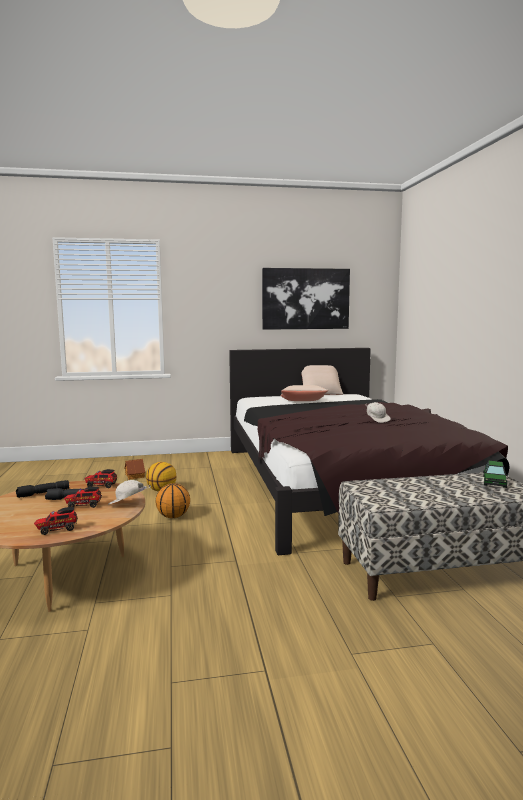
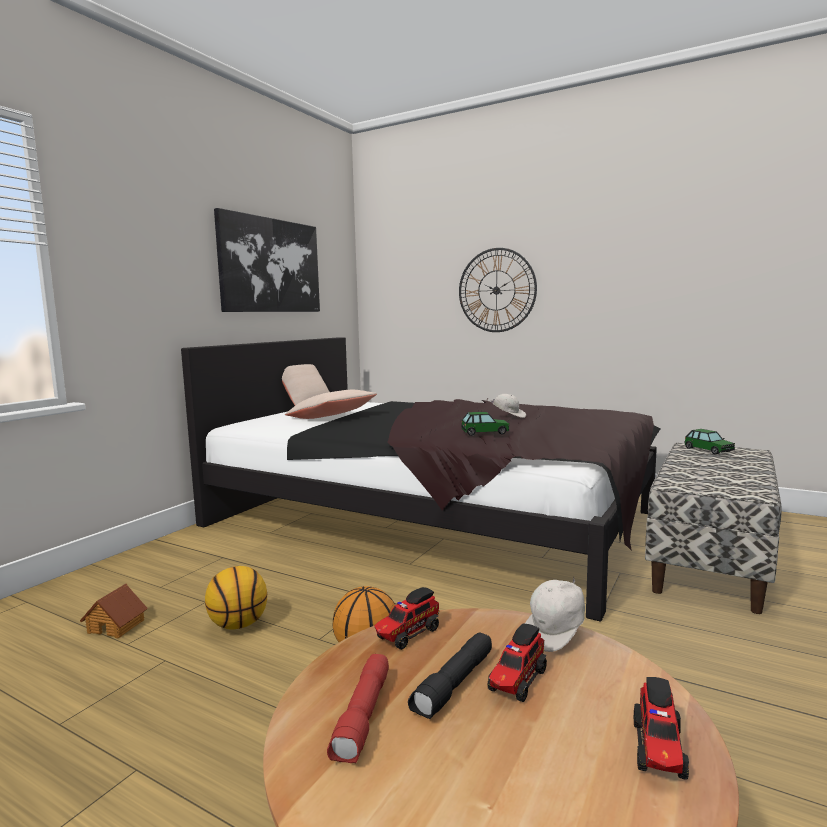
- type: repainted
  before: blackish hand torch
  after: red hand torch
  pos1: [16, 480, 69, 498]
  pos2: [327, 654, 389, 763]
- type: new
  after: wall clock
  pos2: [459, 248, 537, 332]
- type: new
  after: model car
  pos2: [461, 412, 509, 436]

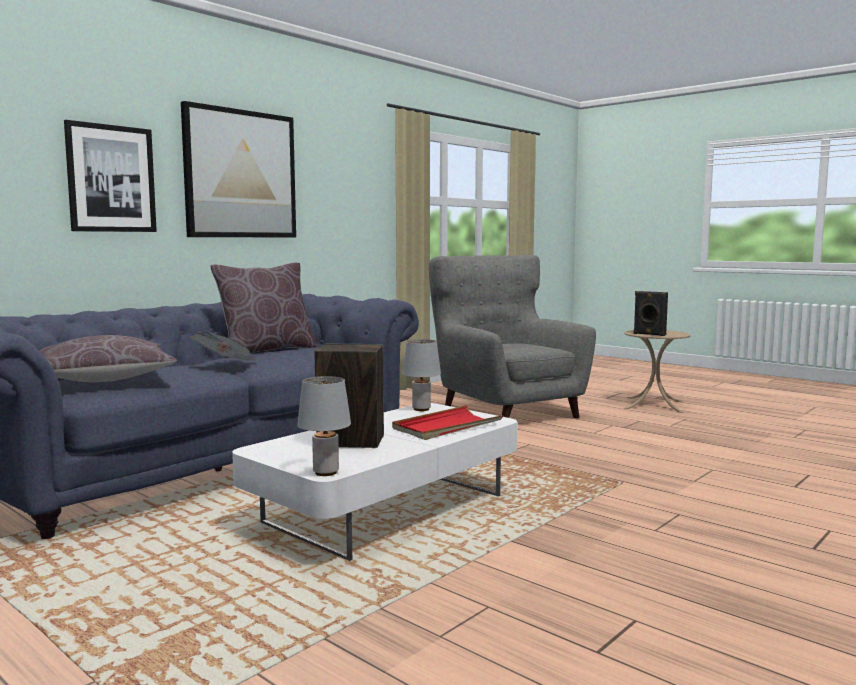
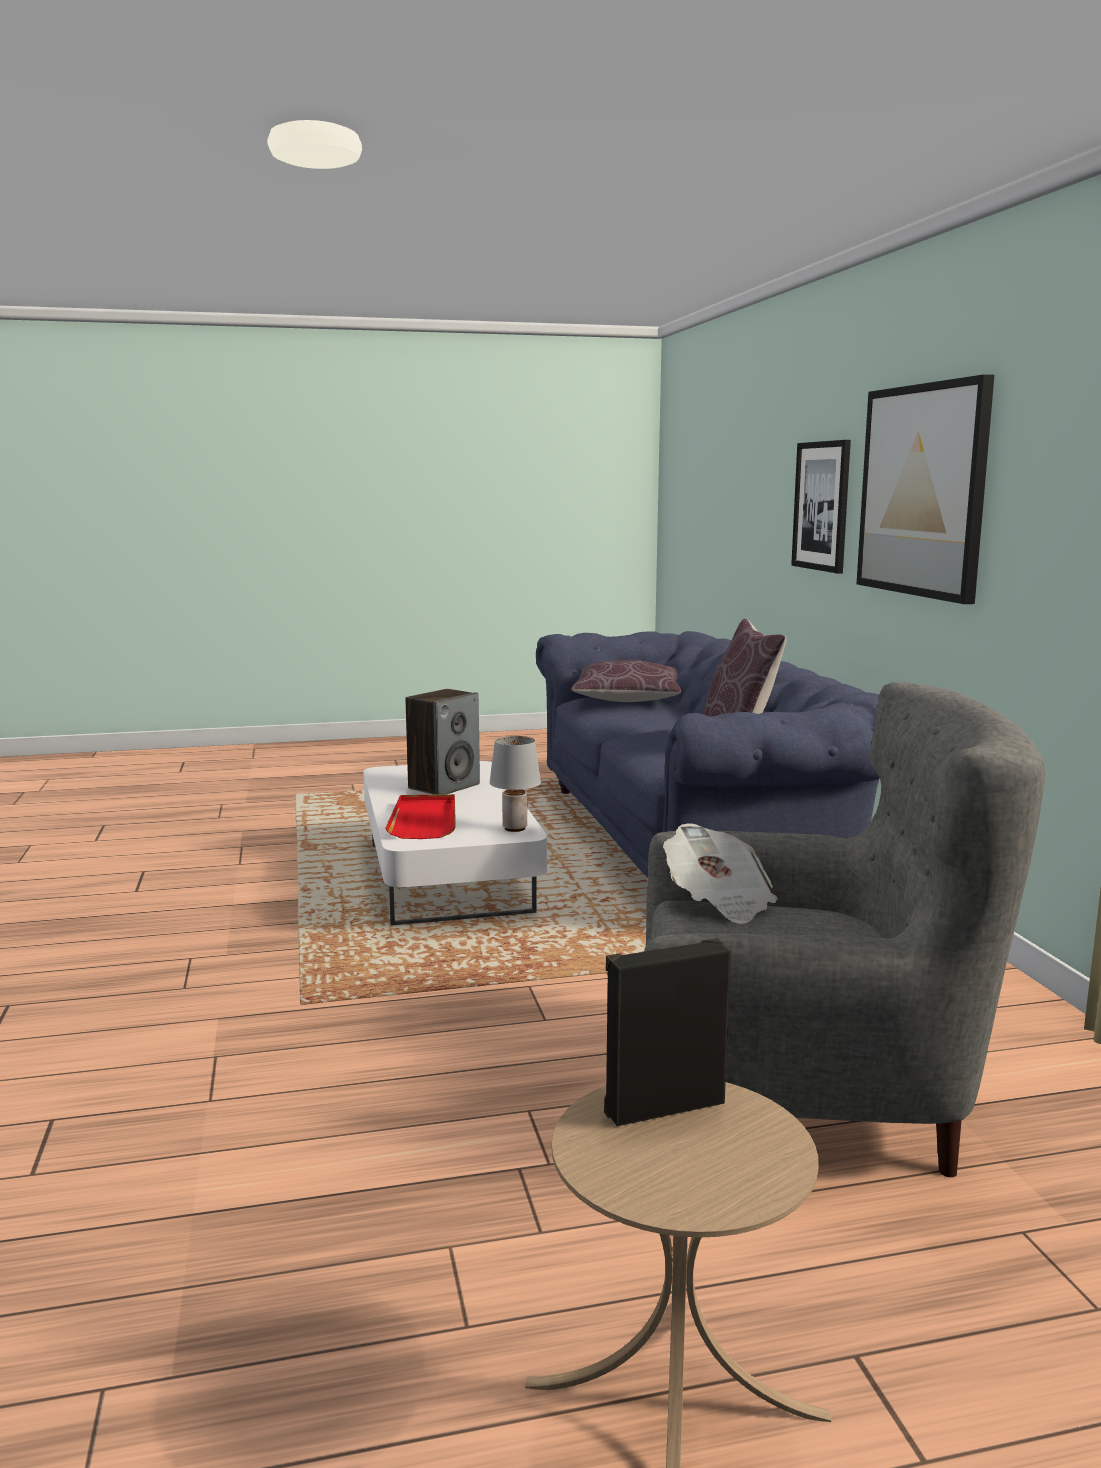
- type: shifted
  before: daily paper
  pos1: [190, 332, 257, 361]
  pos2: [663, 824, 778, 924]
- type: gone
  before: grey table lamp
  pos1: [297, 376, 351, 476]

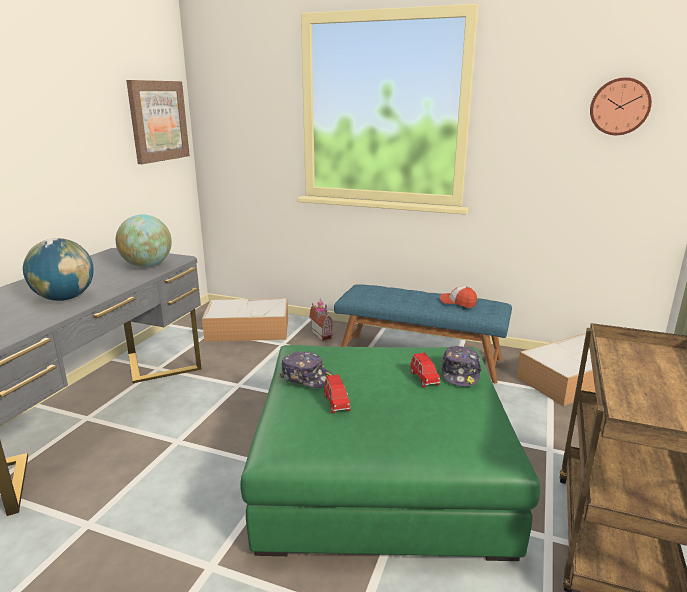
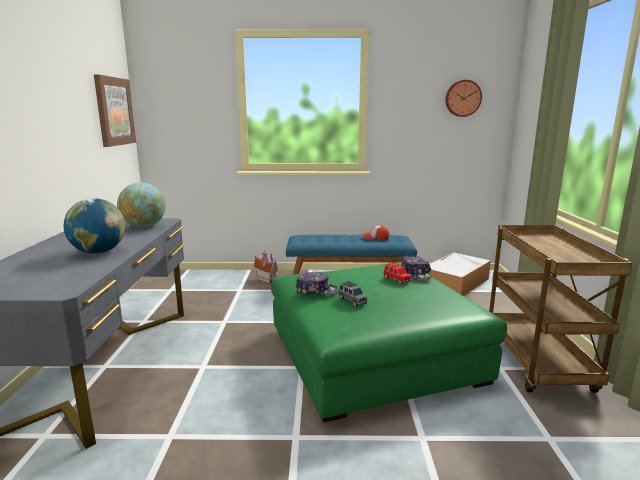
- type: repainted
  before: red model car
  after: grey model car
  pos1: [324, 374, 351, 413]
  pos2: [339, 281, 368, 307]
- type: gone
  before: storage box
  pos1: [202, 298, 288, 342]

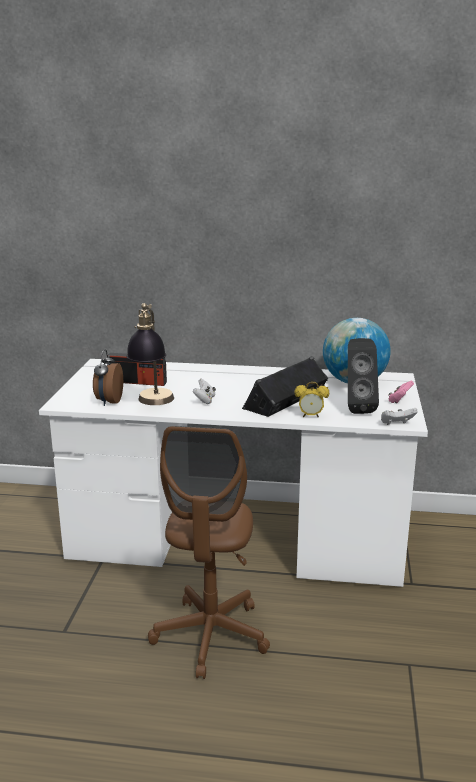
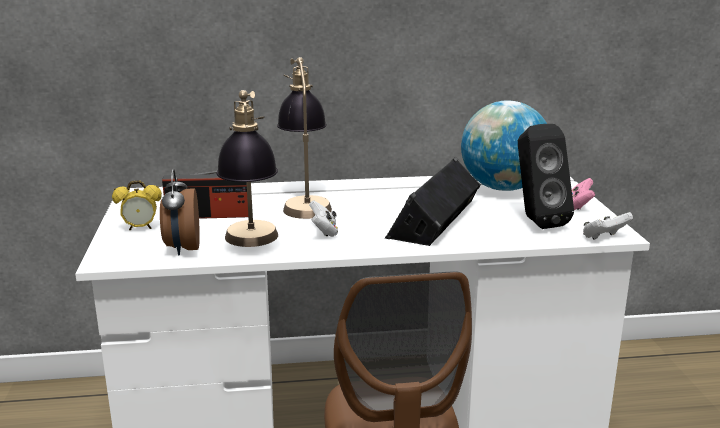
- type: shifted
  before: table clock
  pos1: [295, 382, 329, 418]
  pos2: [112, 180, 162, 230]
- type: new
  after: table lamp
  pos2: [277, 57, 332, 219]

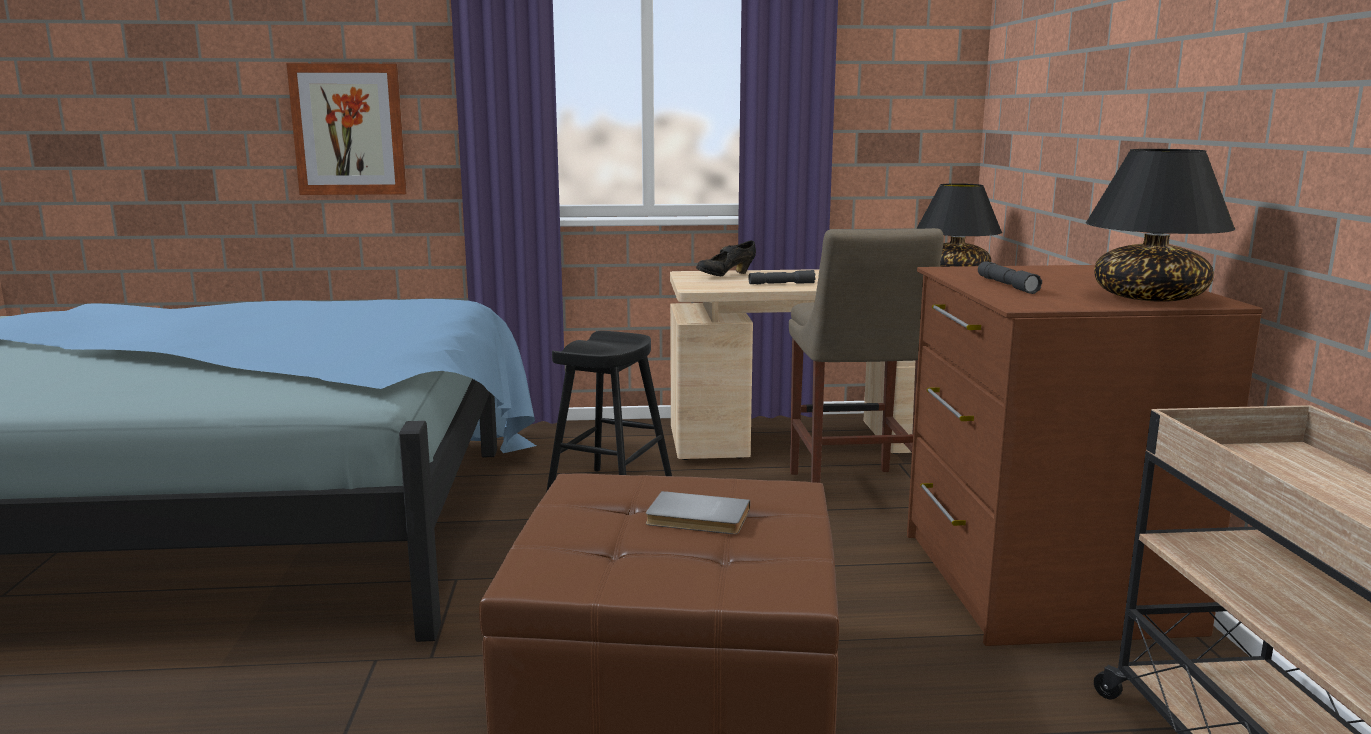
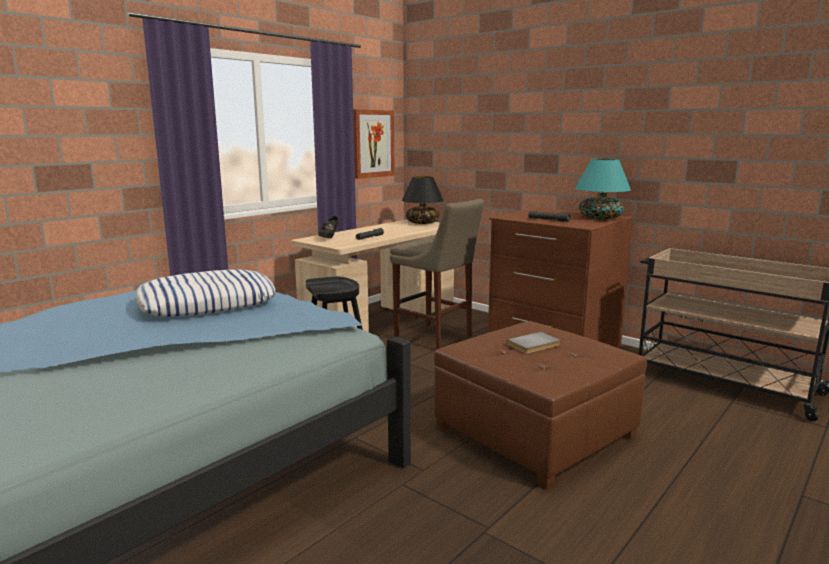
- type: new
  after: cushion
  pos2: [136, 269, 275, 317]
- type: shifted
  before: wall art
  pos1: [286, 63, 407, 195]
  pos2: [353, 110, 394, 179]
- type: repainted
  before: blackish table lamp
  after: blue-green table lamp
  pos1: [1086, 149, 1235, 302]
  pos2: [575, 159, 631, 219]

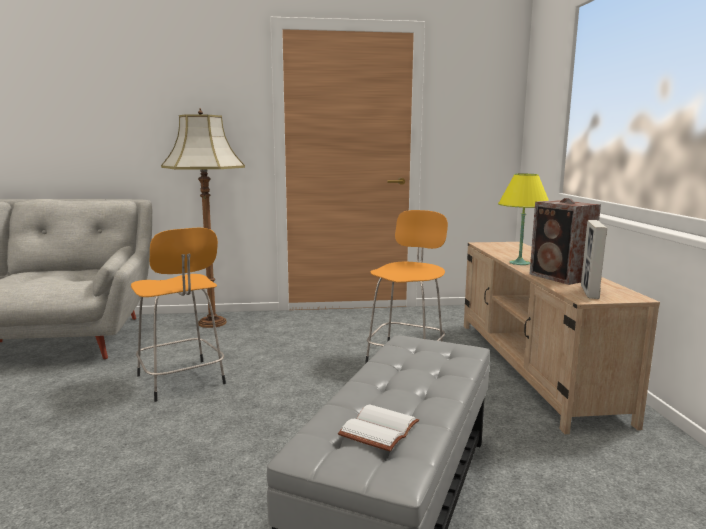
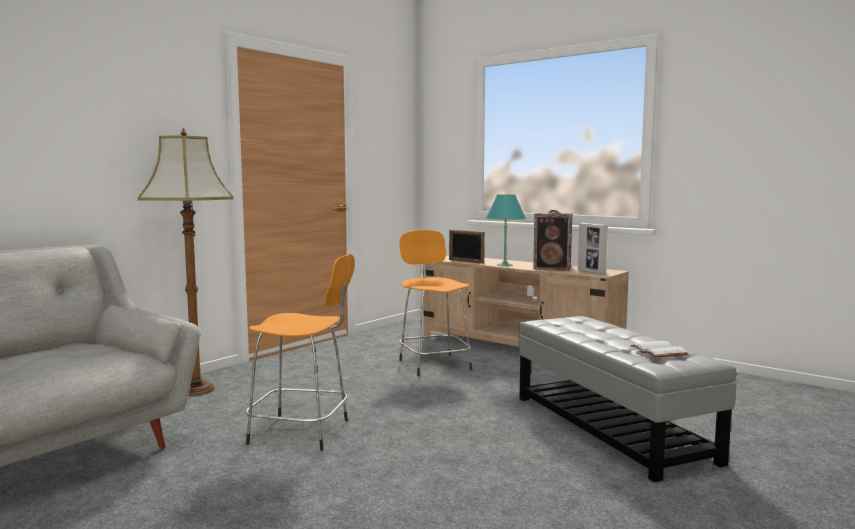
- type: new
  after: picture frame
  pos2: [449, 230, 485, 264]
- type: repainted
  before: yellowish table lamp
  after: blue-green table lamp
  pos1: [498, 174, 549, 265]
  pos2: [486, 194, 526, 266]

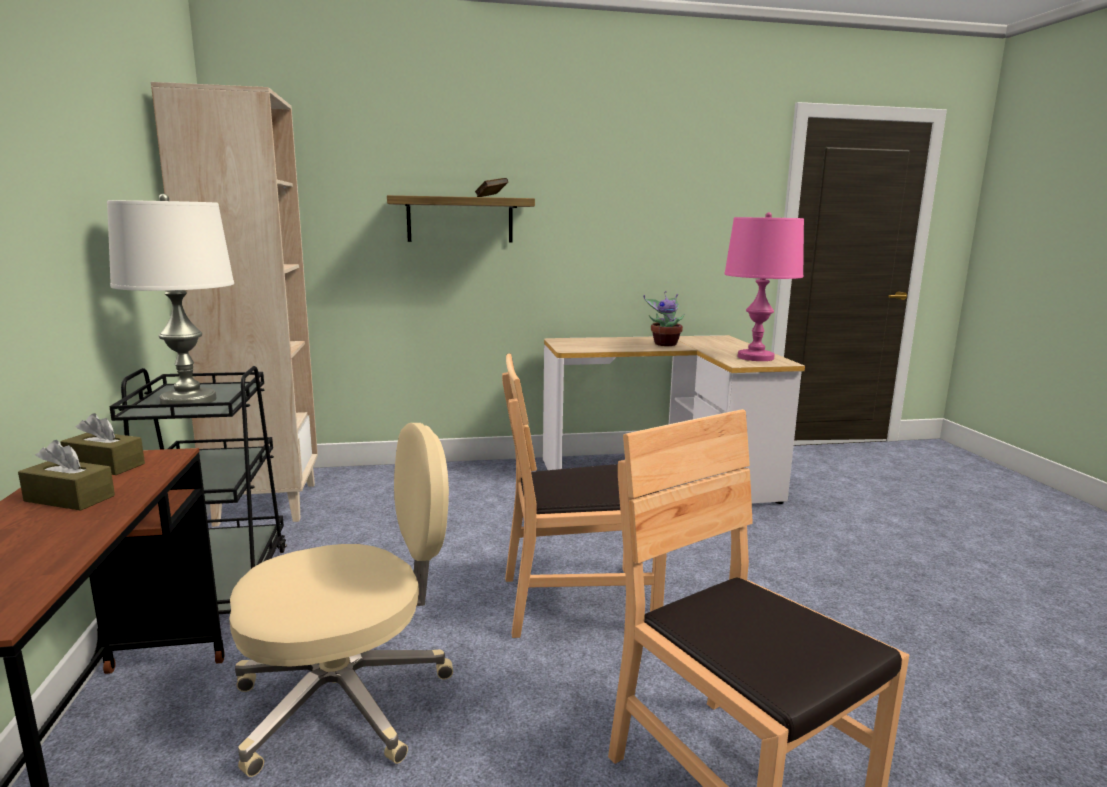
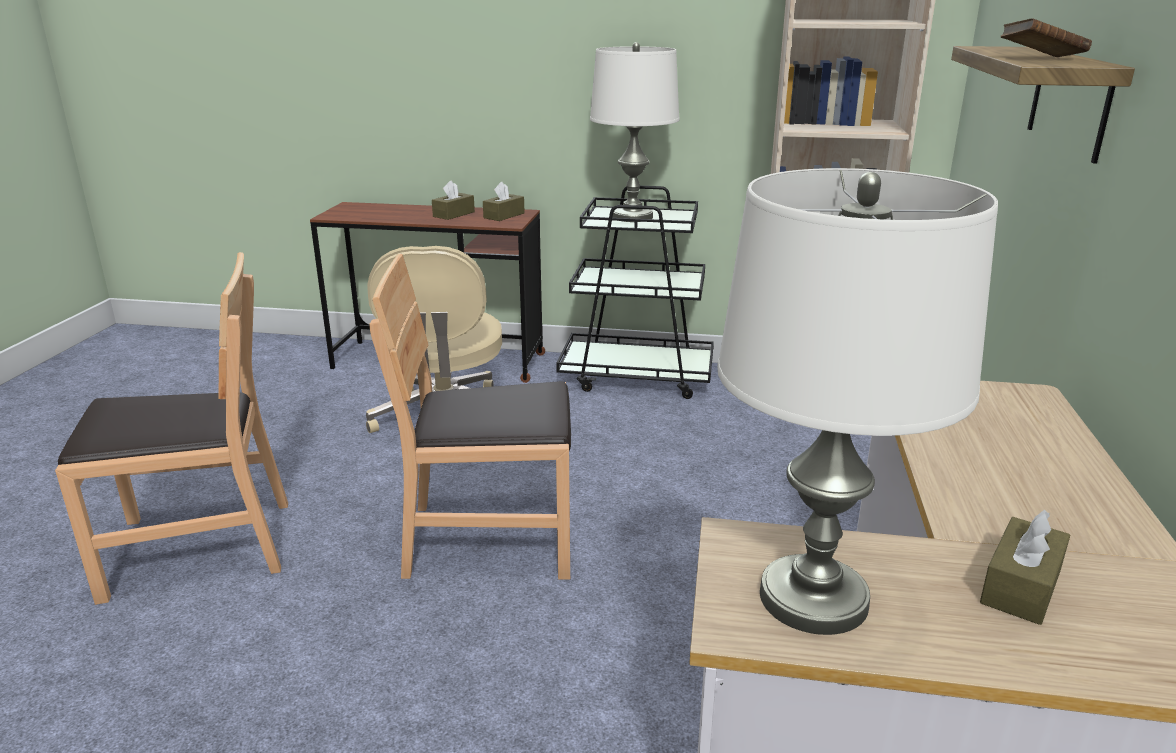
- type: rotated
  before: brown-coloured plain chair
  pos1: [502, 353, 667, 638]
  pos2: [370, 254, 571, 580]
  turn: -105
- type: repainted
  before: pinkish table lamp
  after: white-coloured table lamp
  pos1: [724, 212, 804, 361]
  pos2: [717, 168, 998, 635]
- type: new
  after: brown-coloured tissue box
  pos2: [980, 510, 1070, 625]
- type: gone
  before: houseplant
  pos1: [643, 291, 685, 346]

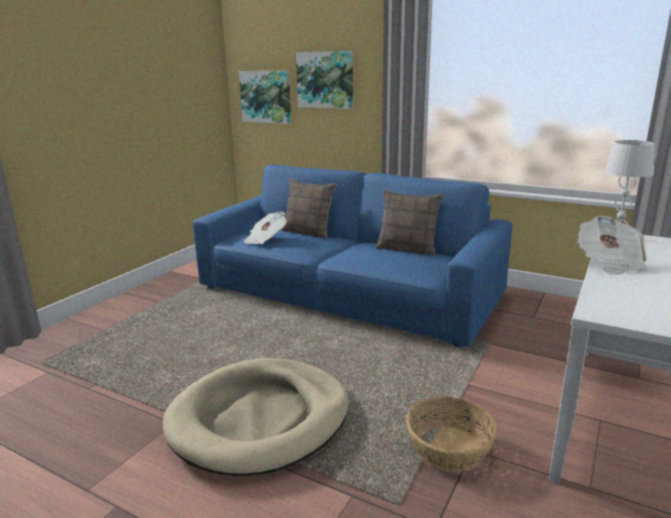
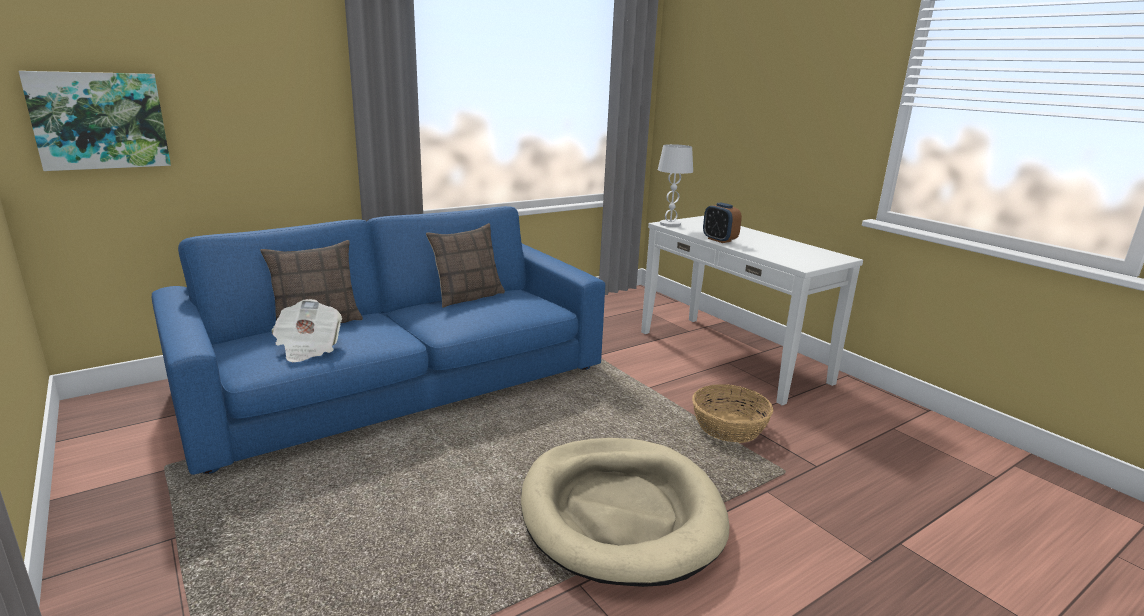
- type: swapped
  before: daily paper
  after: table clock
  pos1: [577, 216, 647, 275]
  pos2: [703, 202, 742, 243]
- type: gone
  before: wall art
  pos1: [296, 51, 353, 109]

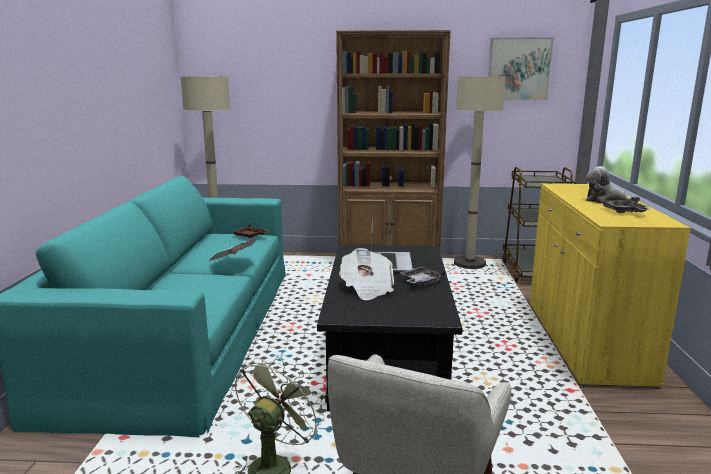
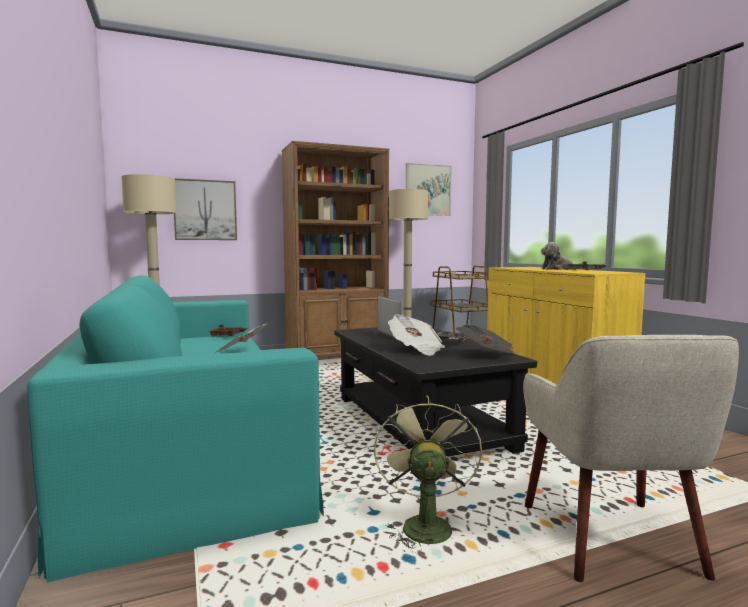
- type: new
  after: wall art
  pos2: [174, 178, 237, 240]
- type: new
  after: daily paper
  pos2: [456, 325, 515, 353]

